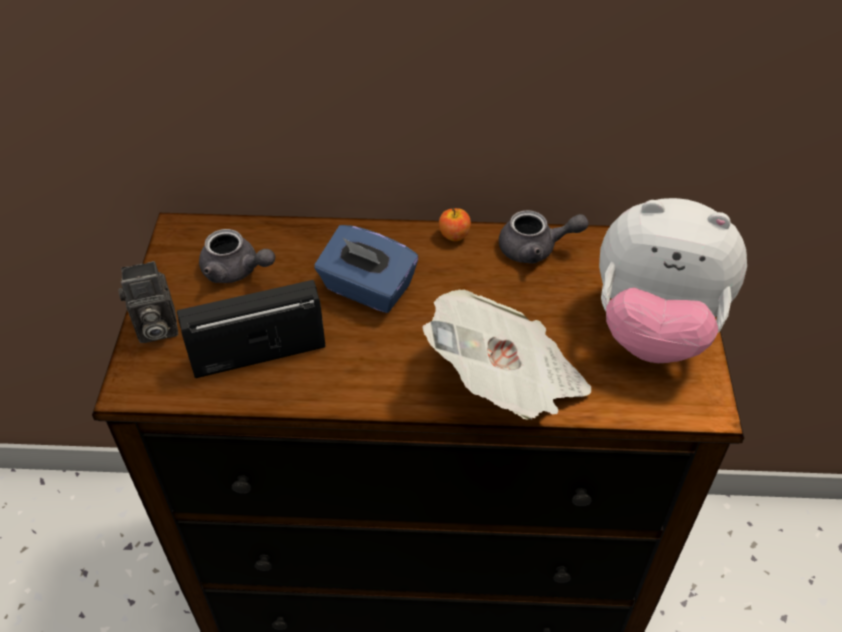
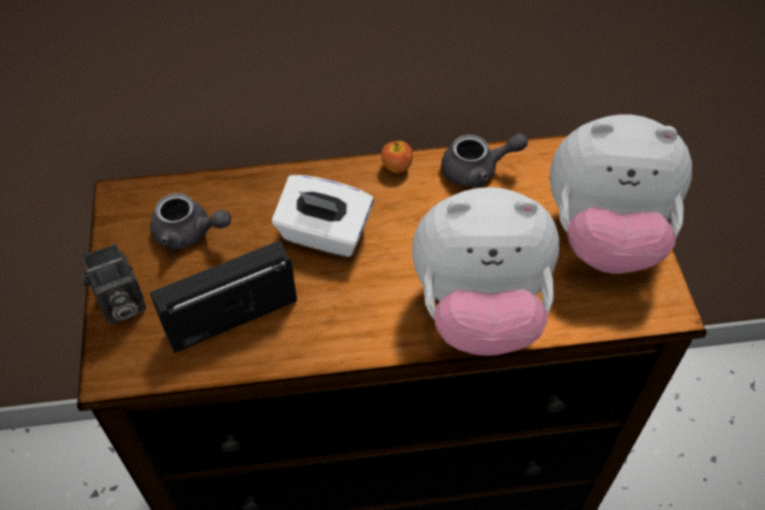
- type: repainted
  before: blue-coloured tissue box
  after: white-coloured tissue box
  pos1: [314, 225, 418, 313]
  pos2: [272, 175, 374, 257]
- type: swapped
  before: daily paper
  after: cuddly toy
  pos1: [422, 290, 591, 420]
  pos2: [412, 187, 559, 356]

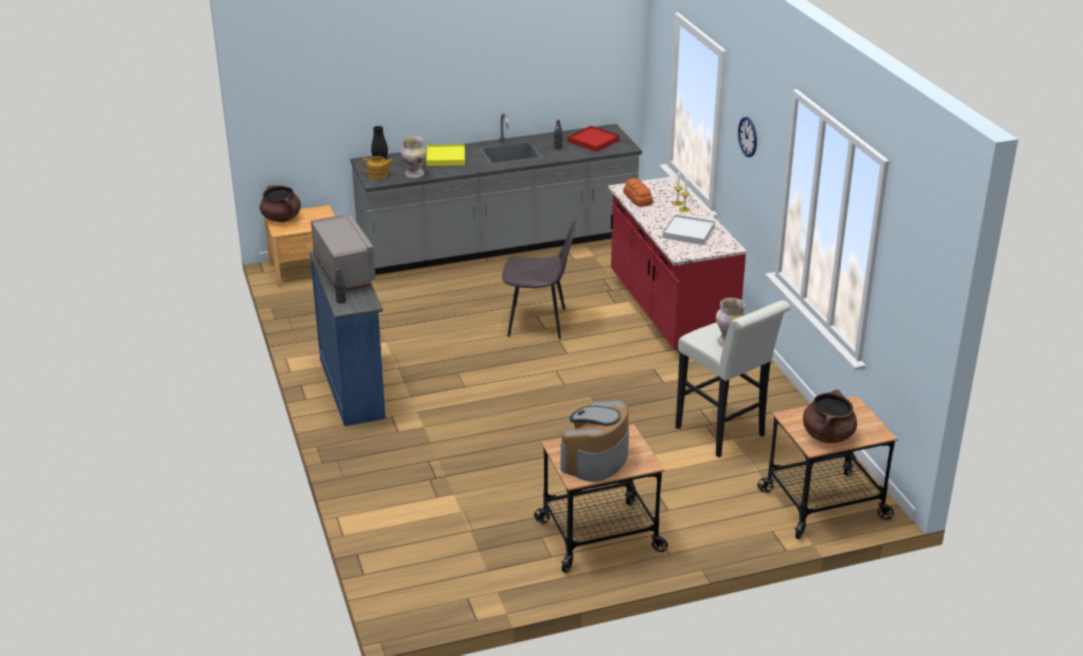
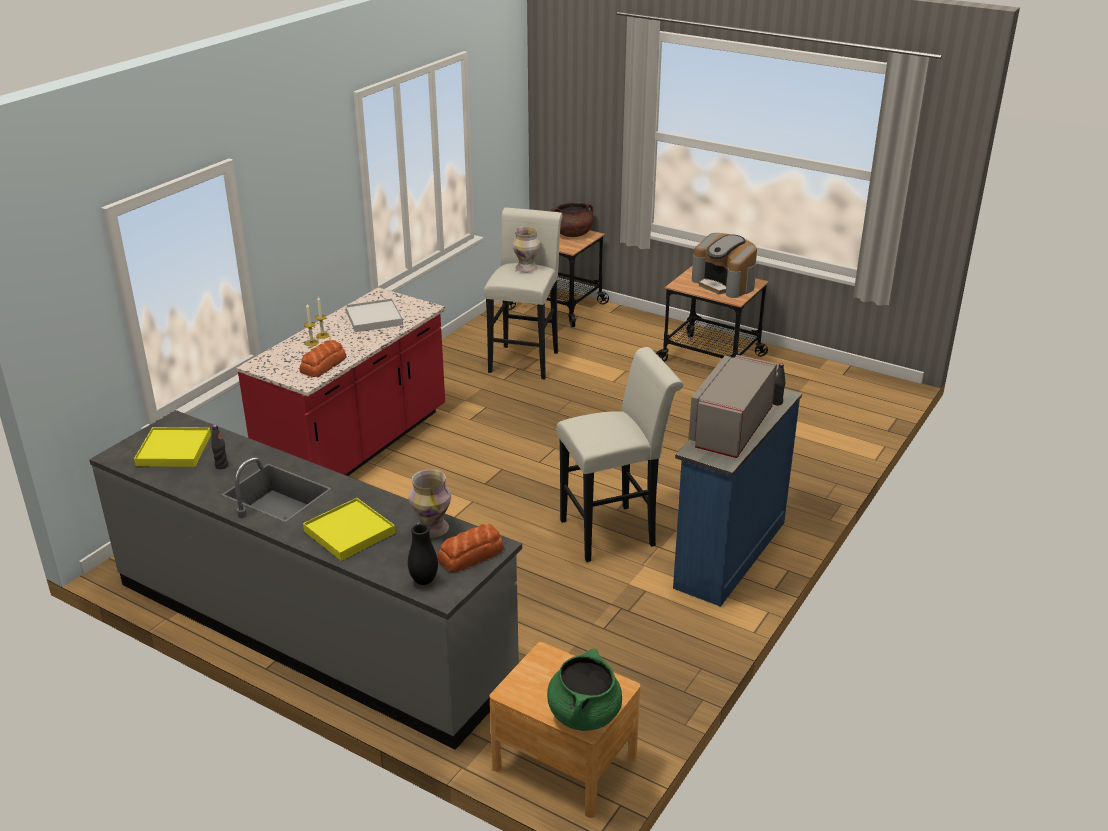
- type: repainted
  before: red serving tray
  after: yellowish serving tray
  pos1: [568, 126, 620, 152]
  pos2: [134, 427, 211, 467]
- type: swapped
  before: teapot
  after: bread
  pos1: [362, 156, 394, 180]
  pos2: [438, 524, 504, 572]
- type: repainted
  before: brown-coloured cooking pot
  after: green-coloured cooking pot
  pos1: [260, 186, 301, 222]
  pos2: [547, 648, 622, 731]
- type: new
  after: white-coloured stool seat
  pos2: [557, 347, 683, 562]
- type: rotated
  before: coffee brewer
  pos1: [561, 400, 629, 482]
  pos2: [692, 233, 757, 298]
  turn: 60
- type: gone
  before: grey plain chair
  pos1: [502, 220, 576, 339]
- type: gone
  before: wall clock
  pos1: [738, 117, 757, 157]

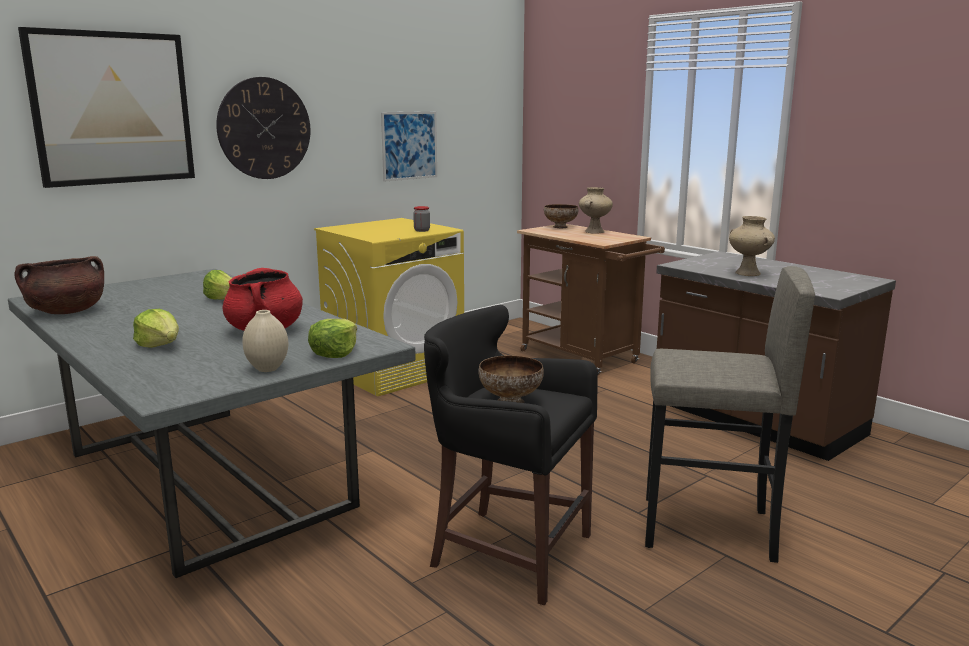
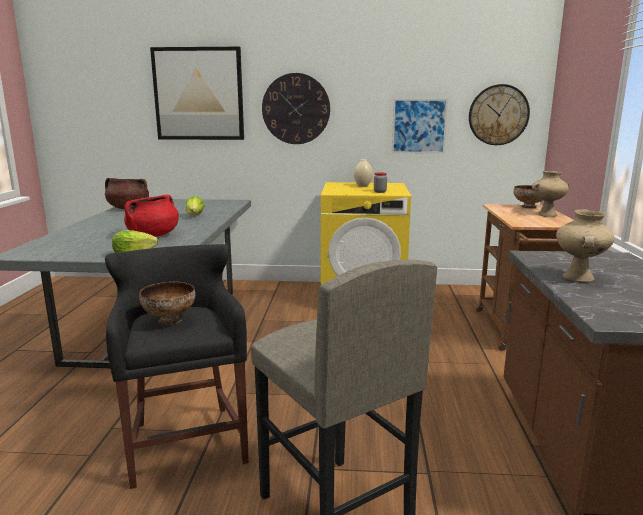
- type: shifted
  before: beige-coloured flower vase
  pos1: [242, 310, 288, 372]
  pos2: [354, 159, 373, 187]
- type: new
  after: wall clock
  pos2: [469, 84, 530, 145]
- type: gone
  before: lettuce head
  pos1: [133, 309, 179, 348]

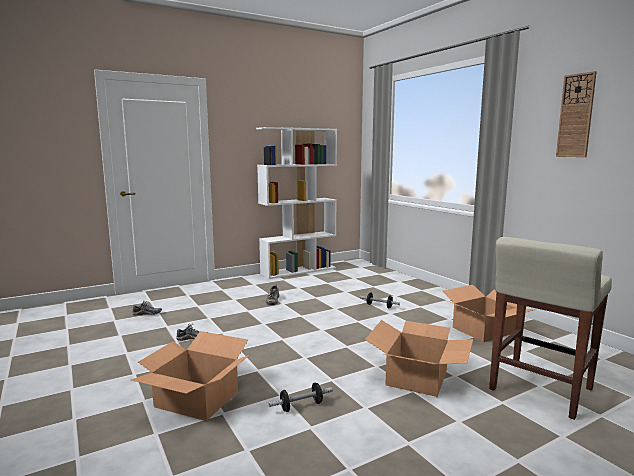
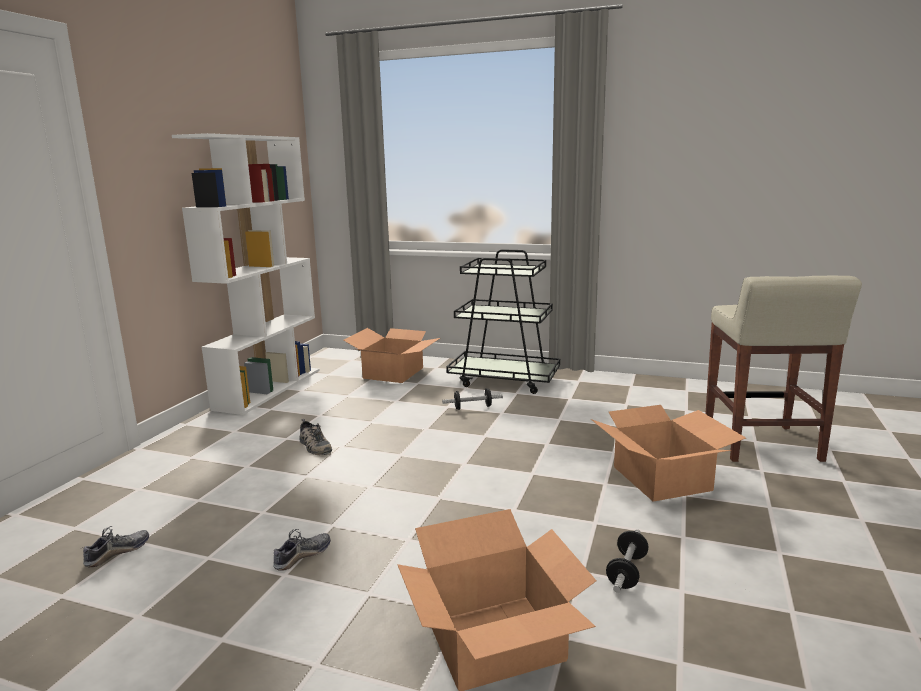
- type: shifted
  before: carton
  pos1: [443, 285, 534, 342]
  pos2: [344, 328, 440, 383]
- type: new
  after: blackish wheeled cart
  pos2: [446, 249, 560, 394]
- type: gone
  before: wall clock
  pos1: [556, 71, 597, 157]

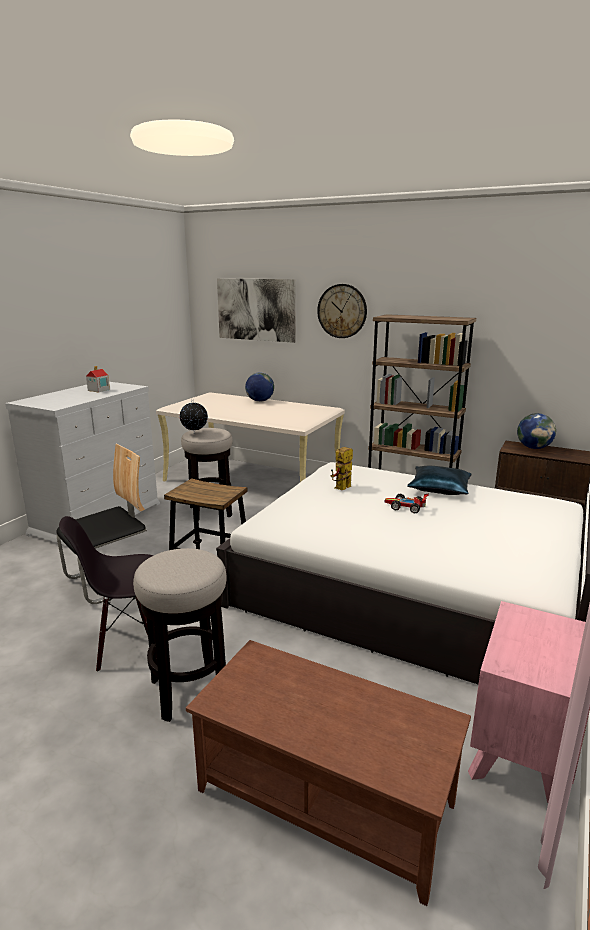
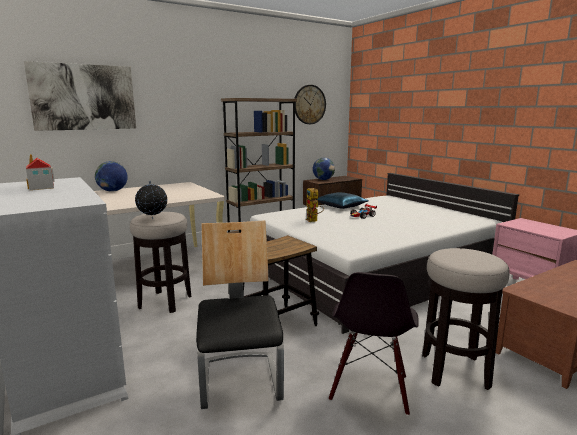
- type: shifted
  before: wall clock
  pos1: [317, 284, 367, 338]
  pos2: [294, 85, 326, 124]

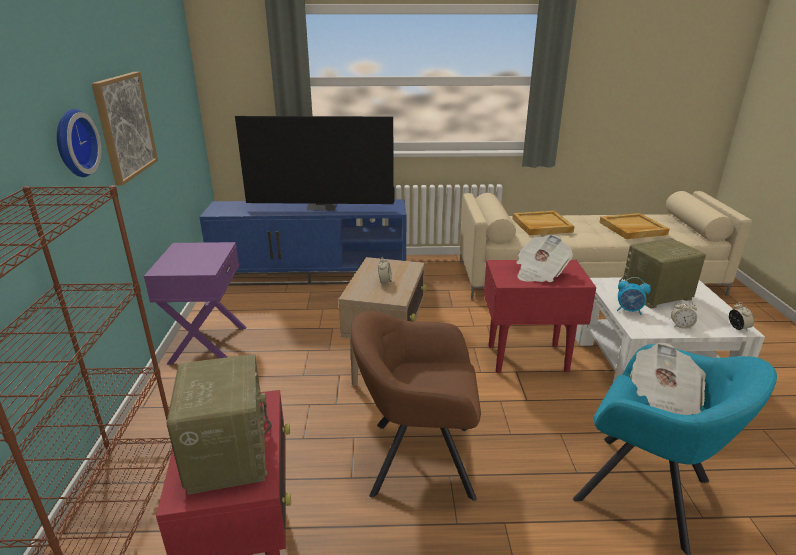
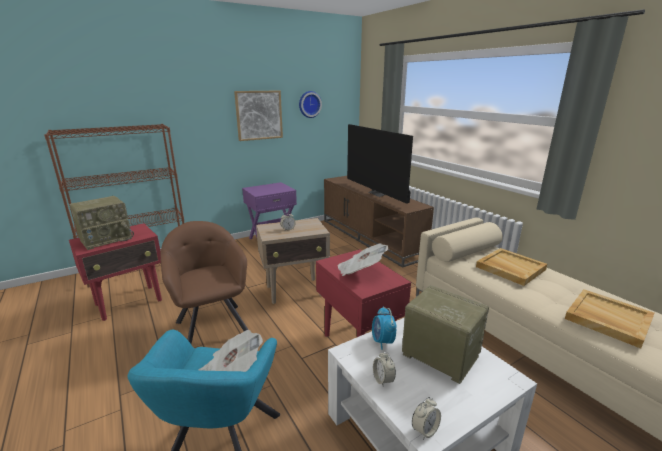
- type: shifted
  before: wall clock
  pos1: [57, 109, 101, 177]
  pos2: [299, 91, 322, 118]
- type: repainted
  before: blue-coloured tv unit
  after: brown-coloured tv unit
  pos1: [199, 200, 406, 286]
  pos2: [324, 176, 434, 268]

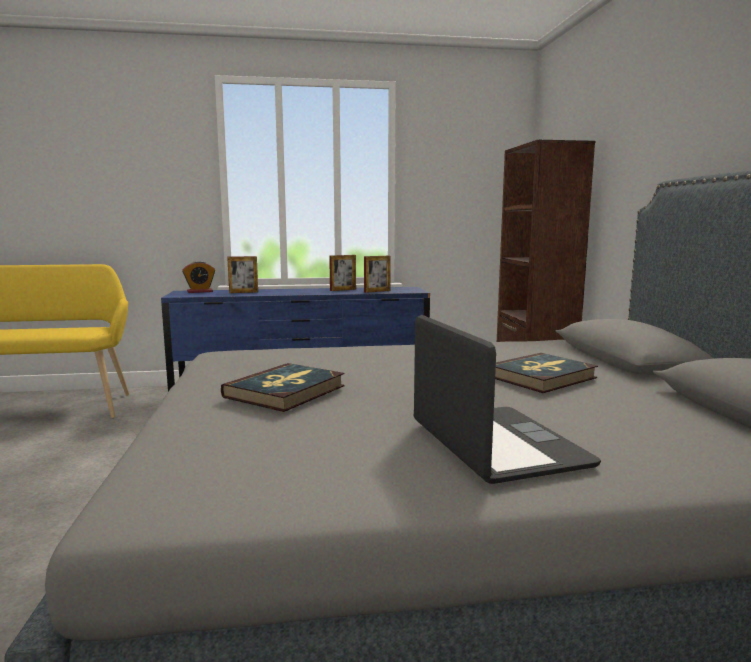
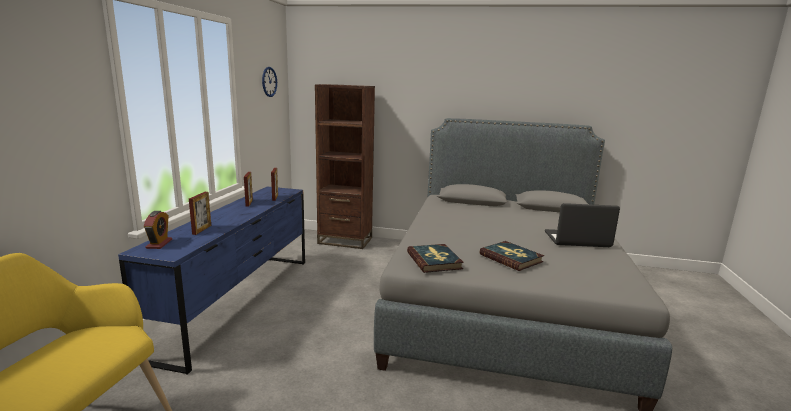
- type: new
  after: wall clock
  pos2: [262, 67, 277, 97]
- type: shifted
  before: bound book
  pos1: [495, 353, 598, 393]
  pos2: [407, 244, 464, 273]

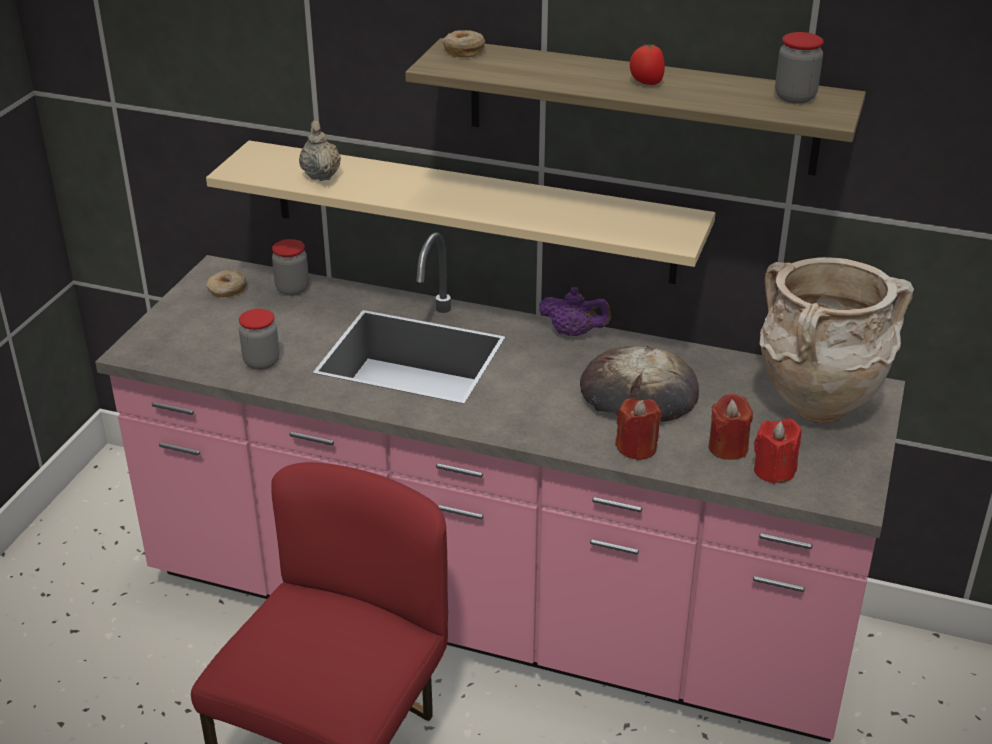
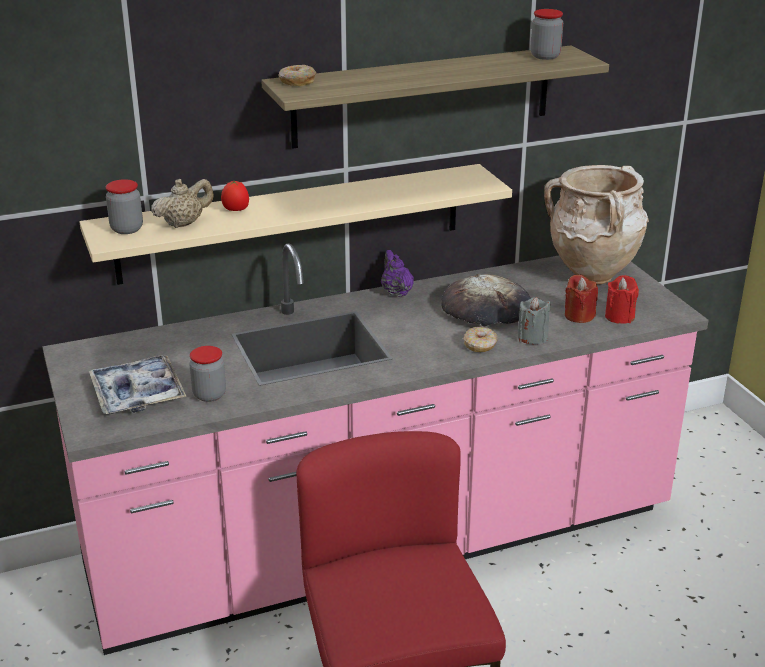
- type: new
  after: serving tray
  pos2: [89, 355, 186, 414]
- type: shifted
  before: preserve jar
  pos1: [272, 239, 309, 296]
  pos2: [106, 179, 143, 234]
- type: rotated
  before: beige-coloured teapot
  pos1: [299, 120, 341, 181]
  pos2: [151, 179, 214, 228]
  turn: 105
- type: shifted
  before: tomato
  pos1: [630, 44, 665, 85]
  pos2: [221, 181, 249, 211]
- type: rotated
  before: purplish teapot
  pos1: [539, 287, 611, 336]
  pos2: [381, 250, 414, 297]
  turn: -90
- type: shifted
  before: donut
  pos1: [207, 270, 247, 297]
  pos2: [463, 327, 498, 352]
- type: repainted
  before: red candle
  after: grey candle
  pos1: [615, 398, 662, 460]
  pos2: [517, 297, 551, 344]

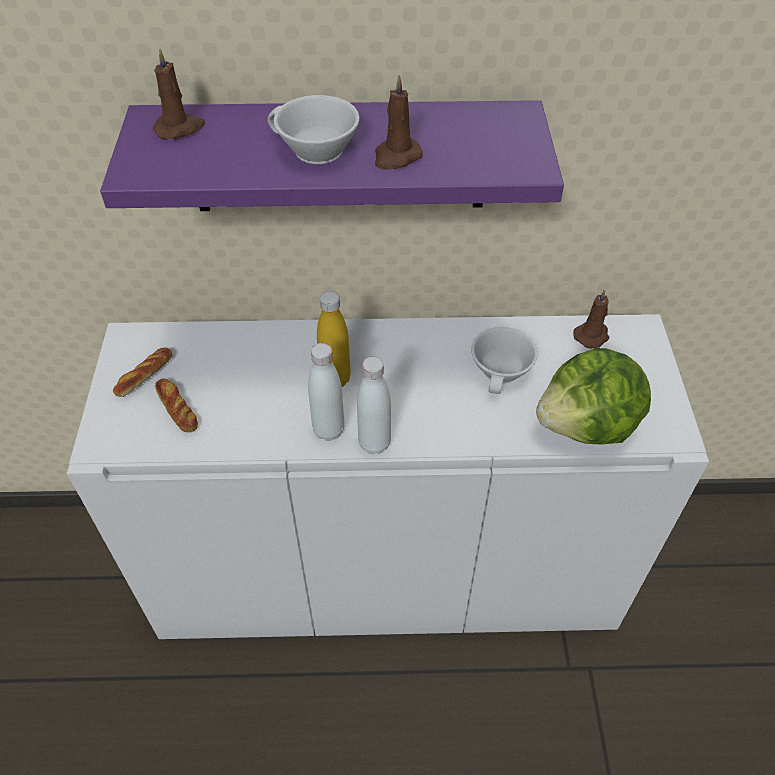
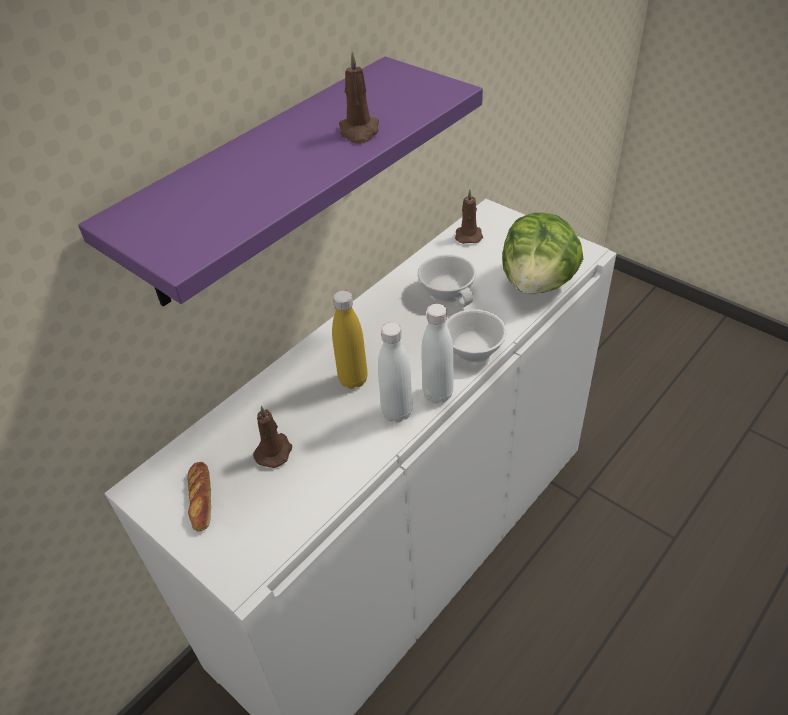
- type: shifted
  before: brown-coloured candle
  pos1: [153, 49, 205, 139]
  pos2: [253, 405, 292, 468]
- type: shifted
  before: white-coloured cup
  pos1: [268, 95, 359, 164]
  pos2: [445, 309, 507, 363]
- type: gone
  before: bread
  pos1: [155, 379, 198, 433]

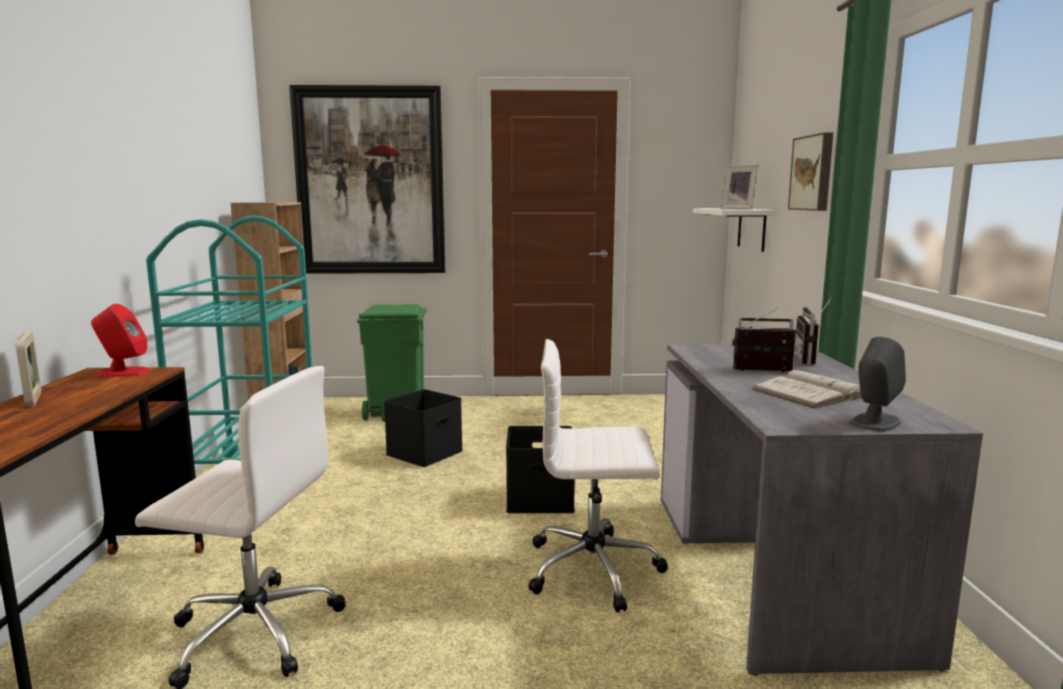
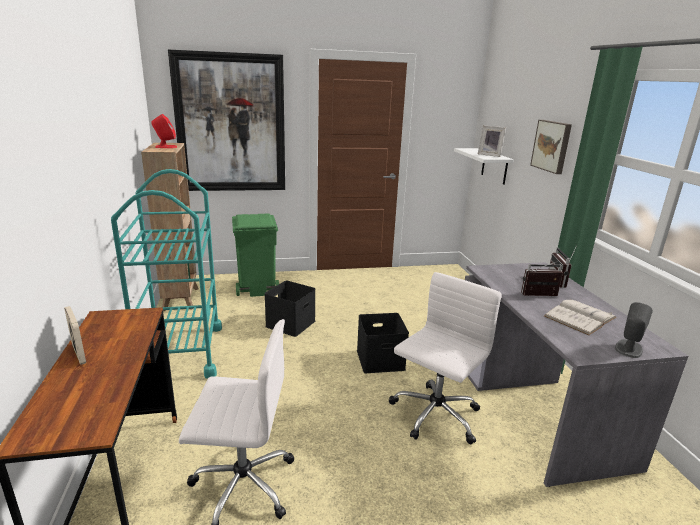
- type: shifted
  before: red loudspeaker
  pos1: [91, 304, 150, 377]
  pos2: [151, 114, 177, 148]
- type: rotated
  before: white-coloured computer chair
  pos1: [528, 339, 668, 613]
  pos2: [389, 272, 501, 444]
  turn: 135

